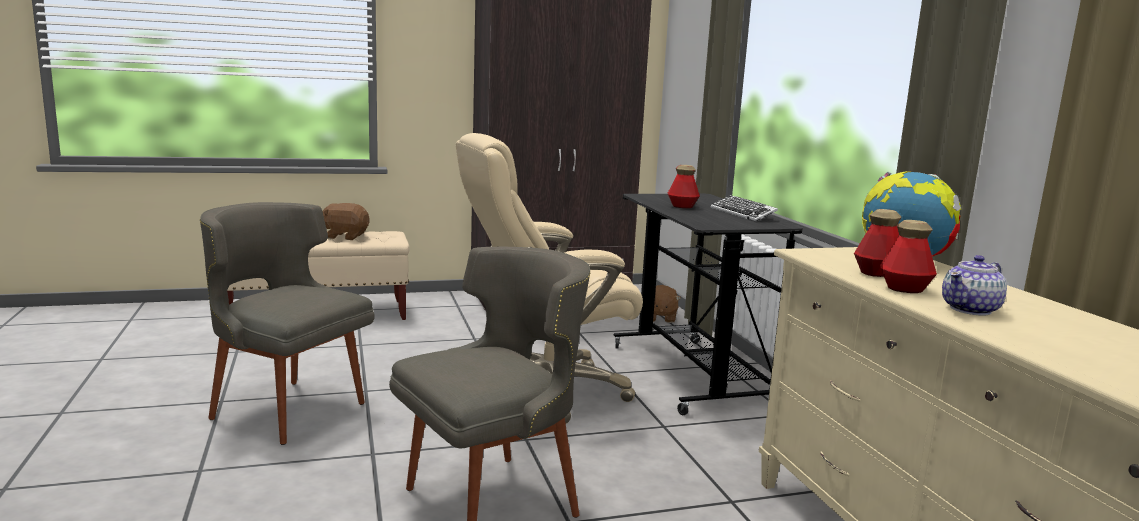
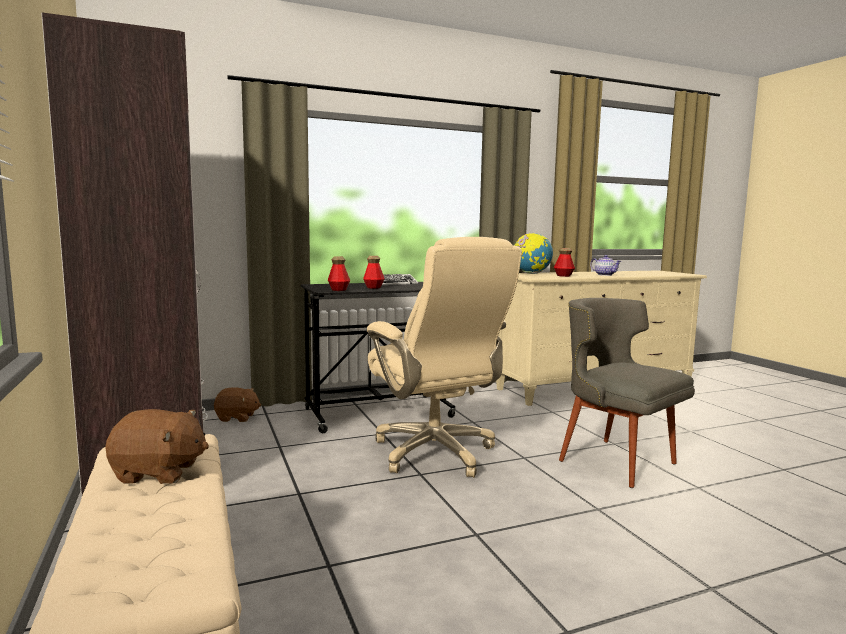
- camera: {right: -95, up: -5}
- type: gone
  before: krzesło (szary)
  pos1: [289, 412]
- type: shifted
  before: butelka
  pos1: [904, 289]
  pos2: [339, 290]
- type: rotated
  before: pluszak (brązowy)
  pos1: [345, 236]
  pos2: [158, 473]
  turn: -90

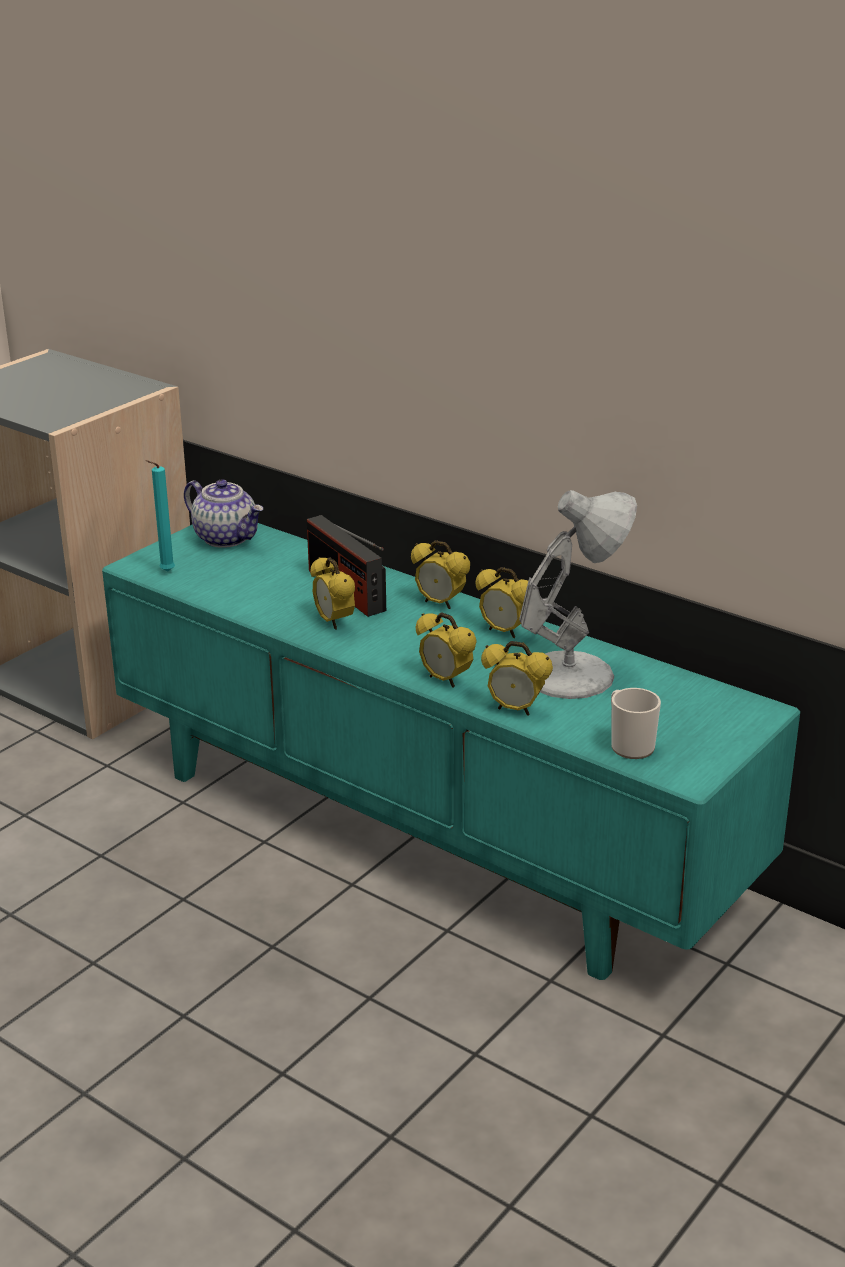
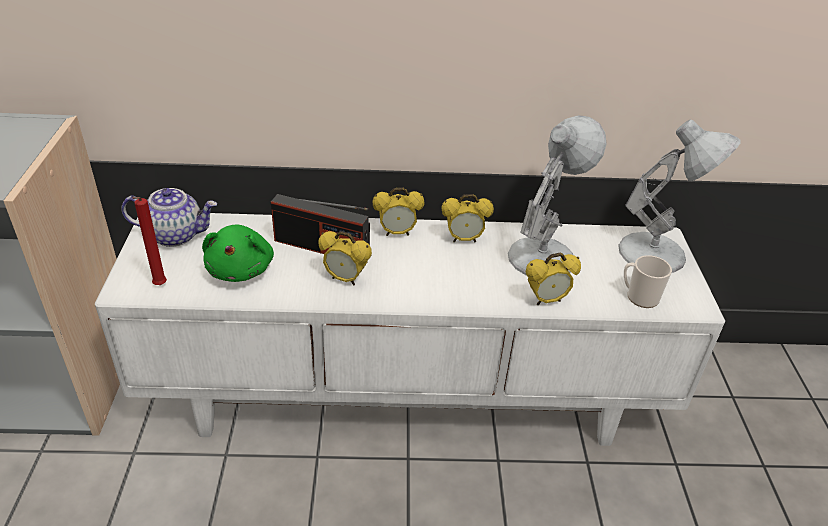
- camera: {right: -40, up: 10}
- type: gone
  before: budzik
  pos1: [445, 680]
- type: new
  after: pluszak (zielony)
  pos2: [241, 269]
- type: new
  after: lampa stołowa (biały)
  pos2: [655, 254]
- type: repainted
  before: szafka pod telewizor (turkusowy)
  after: szafka pod telewizor (biały)
  pos1: [428, 825]
  pos2: [408, 385]
- type: repainted
  before: świeca (turkusowy)
  after: świeca (czerwony)
  pos1: [165, 572]
  pos2: [159, 286]

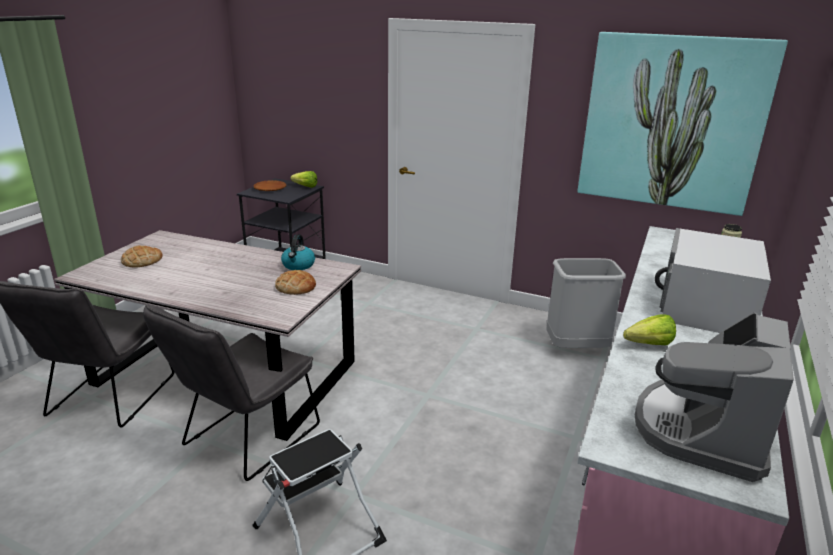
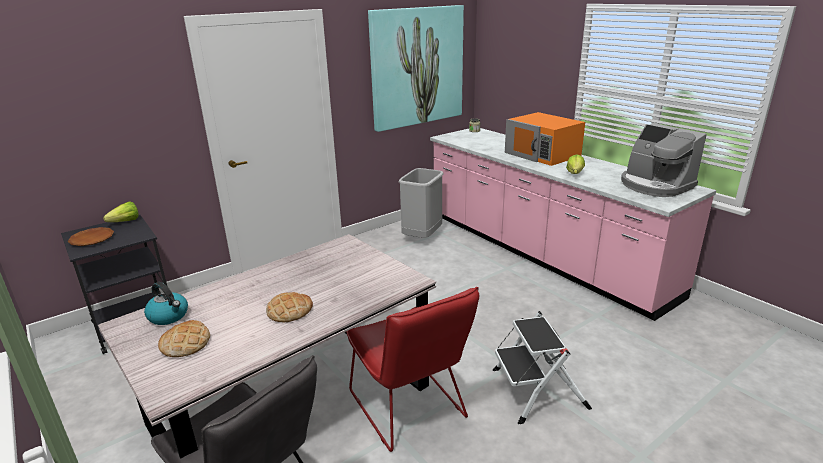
- camera: {right: -60, up: 0}
- type: shifted
  before: chleb
  pos1: [296, 287]
  pos2: [289, 311]
- type: shifted
  before: czajnik
  pos1: [298, 265]
  pos2: [169, 316]
- type: repainted
  before: krzesło (szary)
  after: krzesło (czerwony)
  pos1: [245, 440]
  pos2: [410, 410]
- type: repainted
  before: mikrofalówka (biały)
  after: mikrofalówka (pomarańczowy)
  pos1: [705, 307]
  pos2: [542, 154]

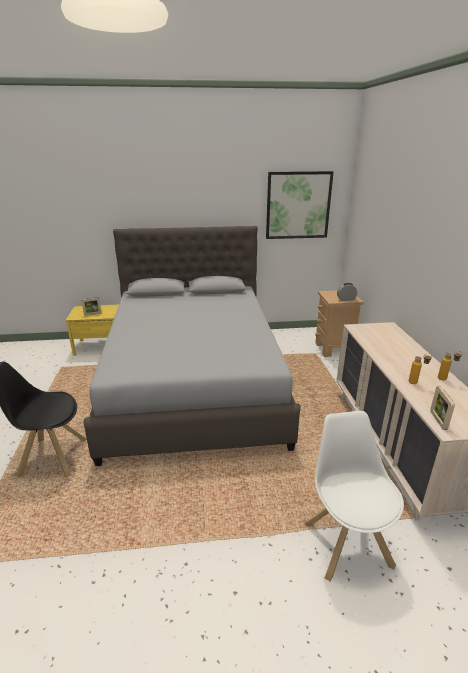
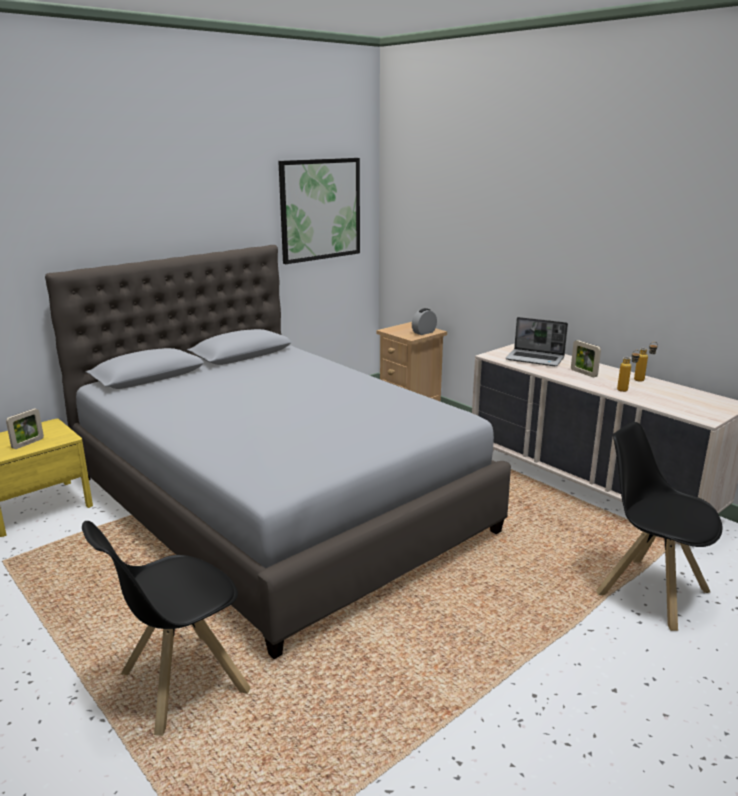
- camera: {right: -35, up: -5}
- type: new
  after: laptop
  pos2: [535, 359]
- type: shifted
  before: ramka na zdjęcie
  pos1: [438, 420]
  pos2: [583, 373]
- type: repainted
  before: krzesło (biały)
  after: krzesło (czarny)
  pos1: [346, 541]
  pos2: [649, 590]

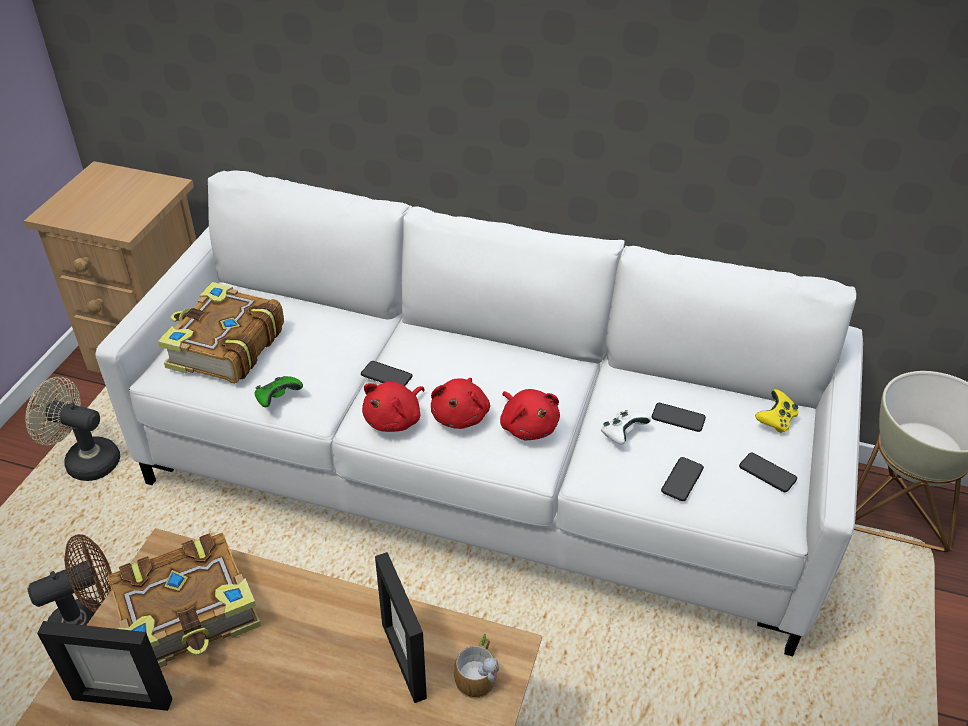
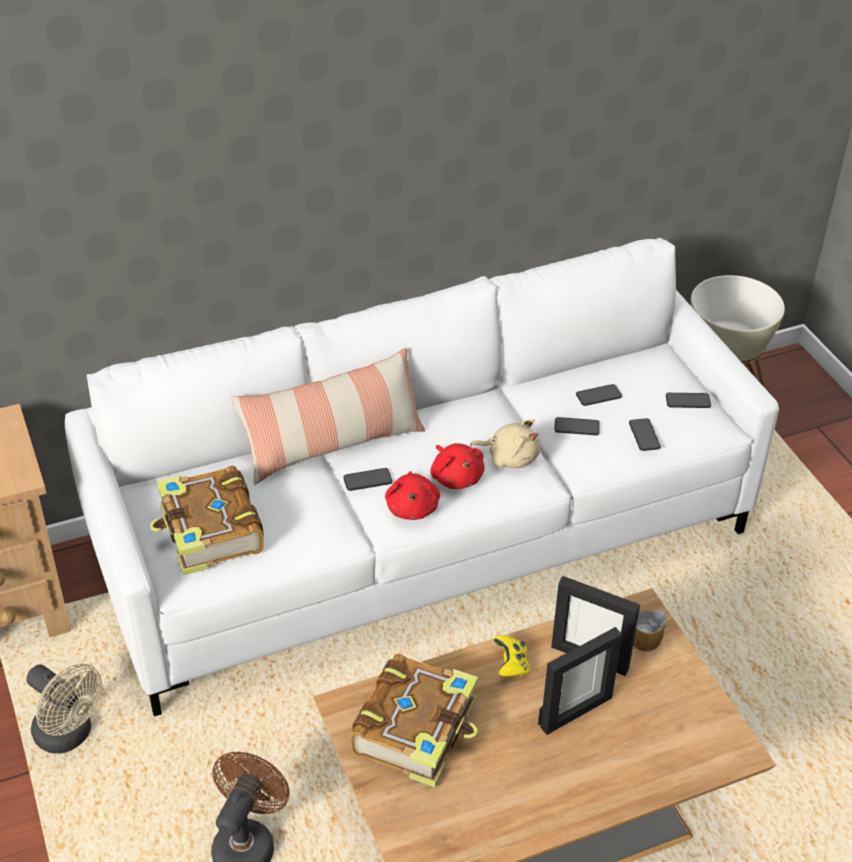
- camera: {right: -40, up: 0}
- type: gone
  before: pad do gier (zielony)
  pos1: [278, 399]
- type: new
  after: poduszka
  pos2: [333, 445]
- type: shifted
  before: ramka na zdjęcie
  pos1: [123, 697]
  pos2: [575, 711]
- type: shifted
  before: pad do gier (żółty)
  pos1: [775, 421]
  pos2: [511, 665]
- type: swapped
  before: pad do gier (biały)
  after: telefon
  pos1: [622, 434]
  pos2: [576, 427]
- type: repainted
  before: pluszak (czerwony)
  after: pluszak (beżowy)
  pos1: [528, 426]
  pos2: [509, 457]
- type: rotated
  before: wentylator (beżowy)
  pos1: [85, 461]
  pos2: [69, 736]
  turn: -120

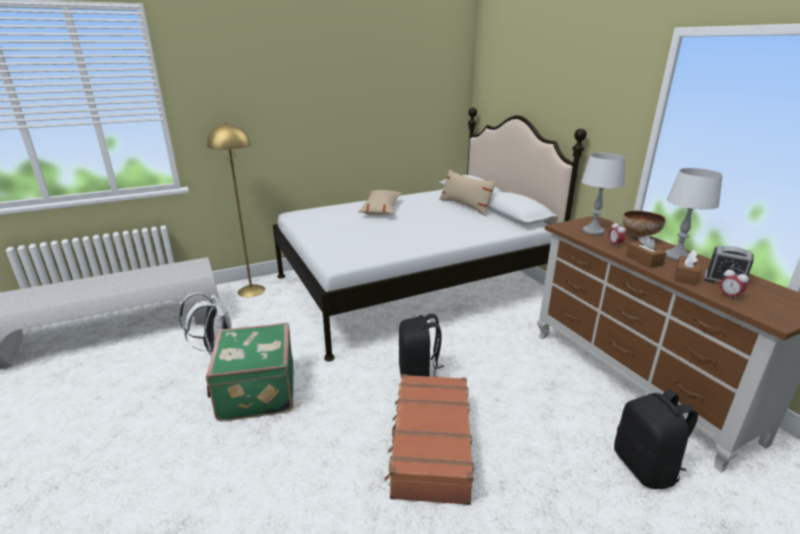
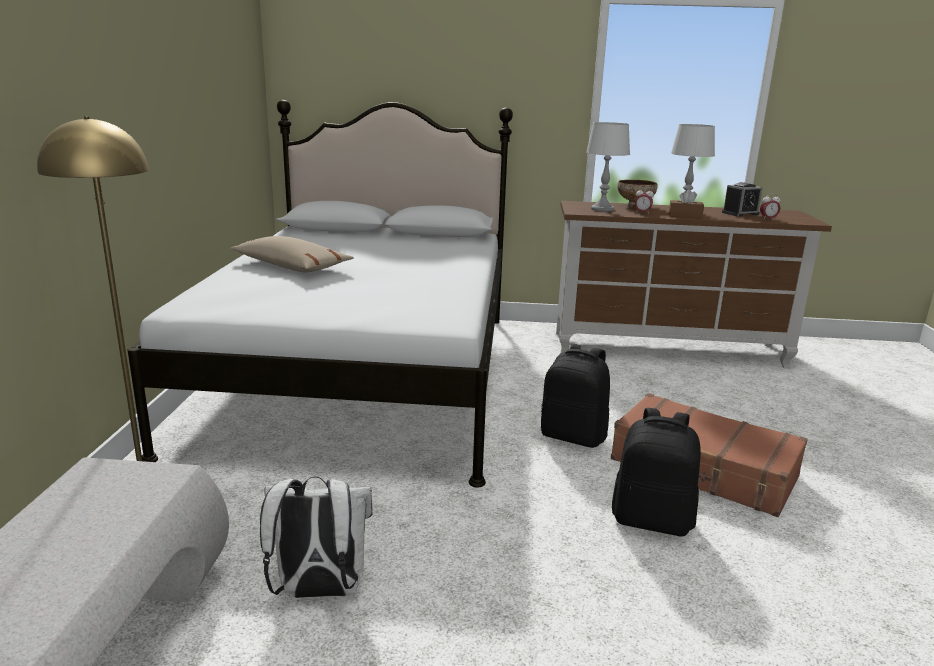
- camera: {right: -60, up: -5}
- type: gone
  before: walizka (zielony)
  pos1: [255, 392]
- type: gone
  before: poduszka (beżowy)
  pos1: [465, 206]
- type: gone
  before: pudełko chusteczek (brązowy)
  pos1: [685, 276]
- type: shifted
  before: plecak (czarny)
  pos1: [645, 467]
  pos2: [652, 520]

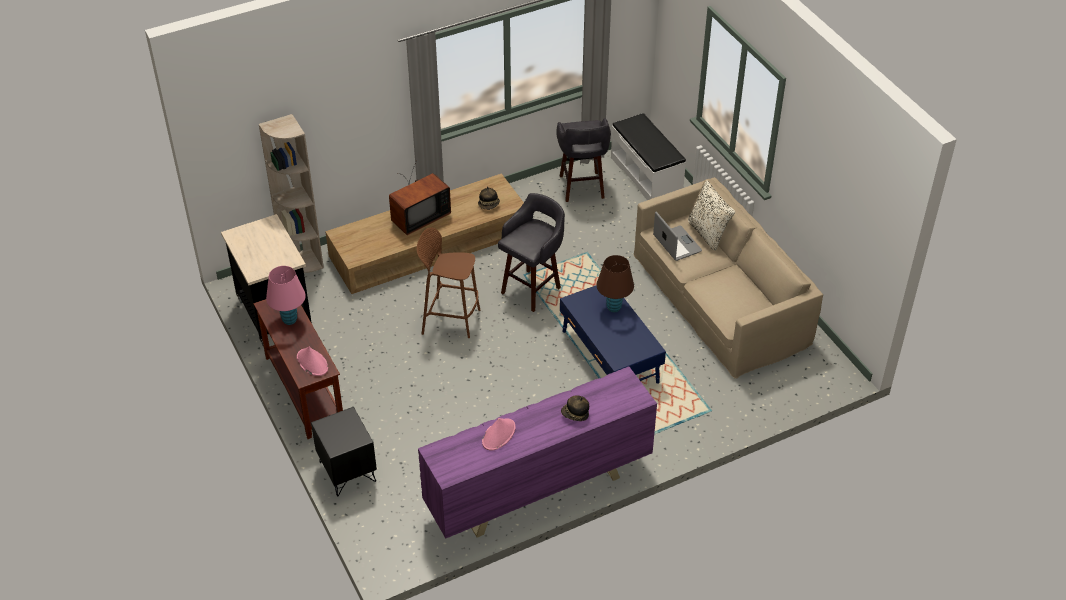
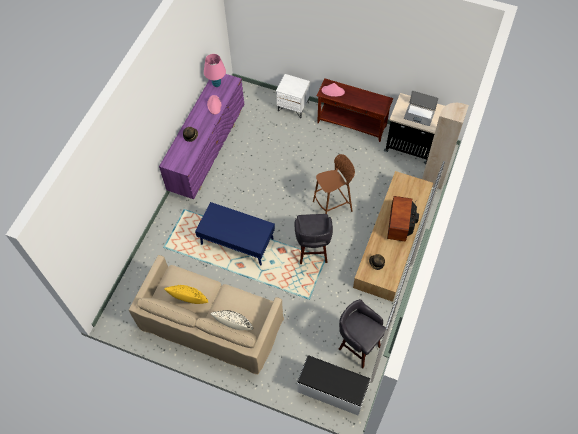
- camera: {right: 140, up: 15}
- type: gone
  before: lampa stołowa (brązowy)
  pos1: [614, 307]
- type: new
  after: poduszka (żółty)
  pos2: [189, 301]
- type: shifted
  before: lampa stołowa (różowy)
  pos1: [289, 320]
  pos2: [216, 84]
- type: shifted
  before: laptop
  pos1: [676, 244]
  pos2: [419, 115]
- type: repainted
  before: szafka nocna (czarny)
  after: szafka nocna (biały)
  pos1: [347, 472]
  pos2: [293, 106]

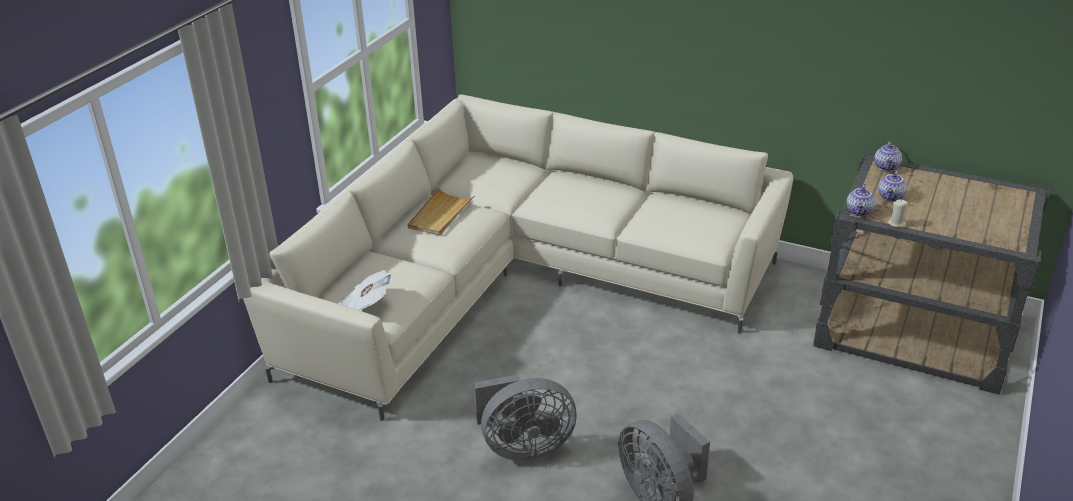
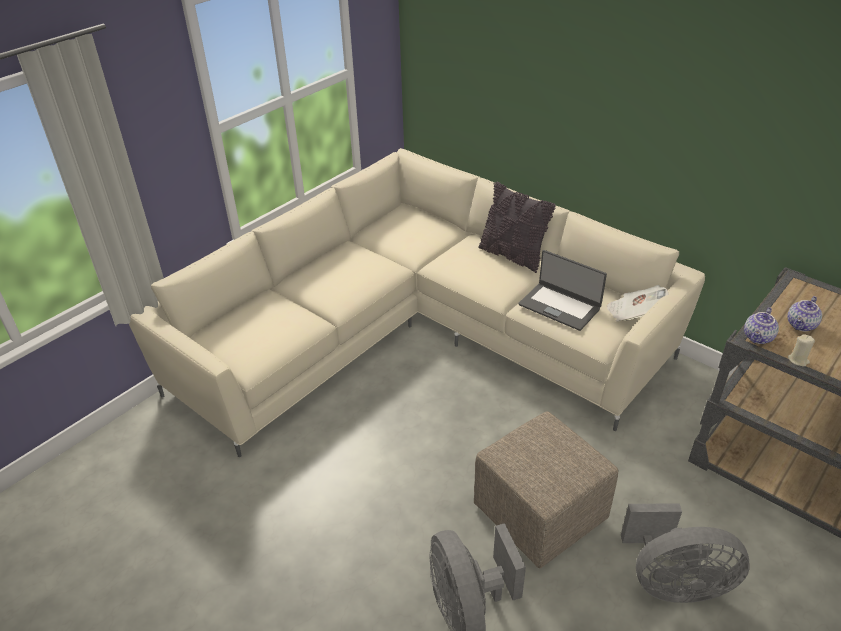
- camera: {right: 15, up: 5}
- type: gone
  before: taca (beżowy)
  pos1: [440, 215]
- type: gone
  before: imbryk
  pos1: [886, 166]
- type: new
  after: pufa (beżowy)
  pos2: [541, 514]
- type: new
  after: poduszka (czarny)
  pos2: [513, 256]
- type: new
  after: laptop
  pos2: [560, 306]
- type: shifted
  before: gazeta
  pos1: [365, 305]
  pos2: [633, 313]
- type: shifted
  before: wentylator (szary)
  pos1: [523, 446]
  pos2: [673, 582]

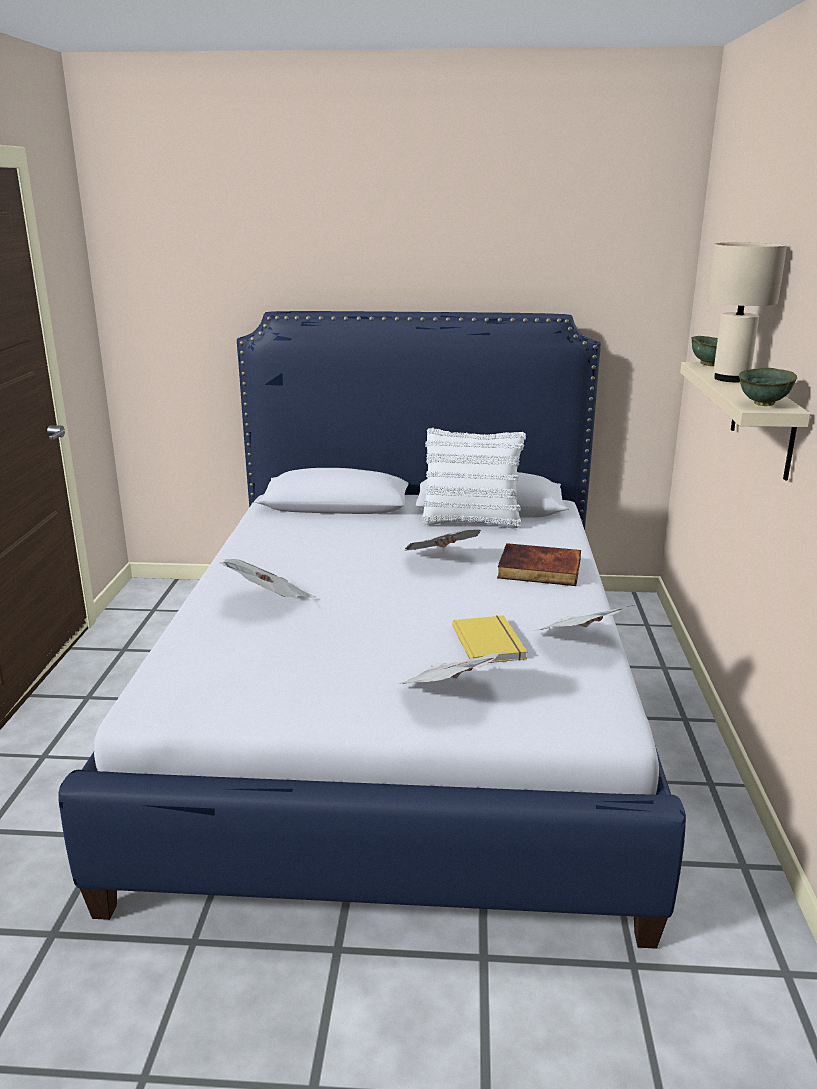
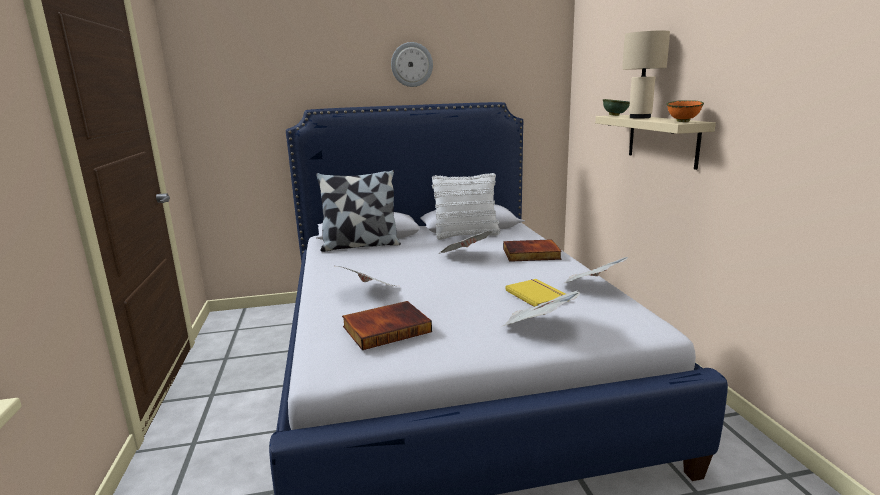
- camera: {right: -15, up: -5}
- type: new
  after: poduszka
  pos2: [360, 245]
- type: new
  after: książka
  pos2: [386, 328]
- type: new
  after: zegar ścienny
  pos2: [411, 64]
- type: repainted
  before: miska (zielony)
  after: miska (pomarańczowy)
  pos1: [764, 404]
  pos2: [683, 121]

